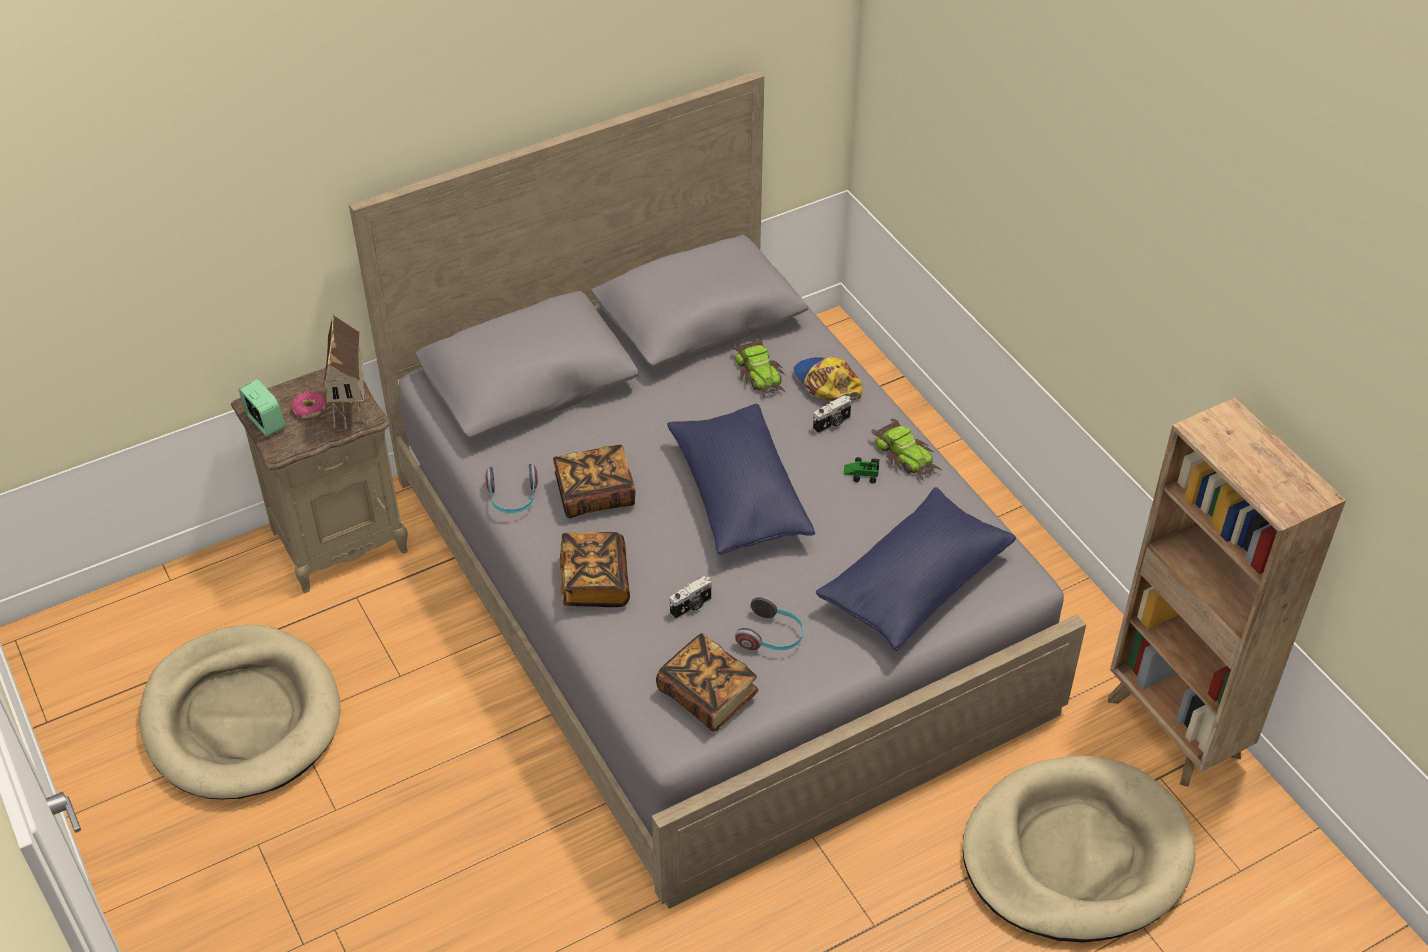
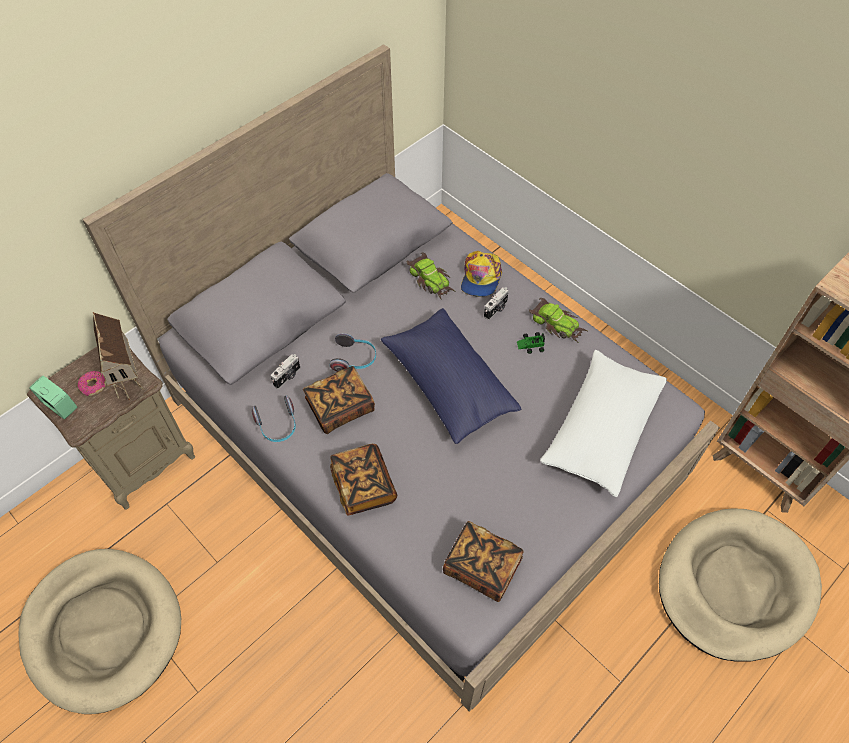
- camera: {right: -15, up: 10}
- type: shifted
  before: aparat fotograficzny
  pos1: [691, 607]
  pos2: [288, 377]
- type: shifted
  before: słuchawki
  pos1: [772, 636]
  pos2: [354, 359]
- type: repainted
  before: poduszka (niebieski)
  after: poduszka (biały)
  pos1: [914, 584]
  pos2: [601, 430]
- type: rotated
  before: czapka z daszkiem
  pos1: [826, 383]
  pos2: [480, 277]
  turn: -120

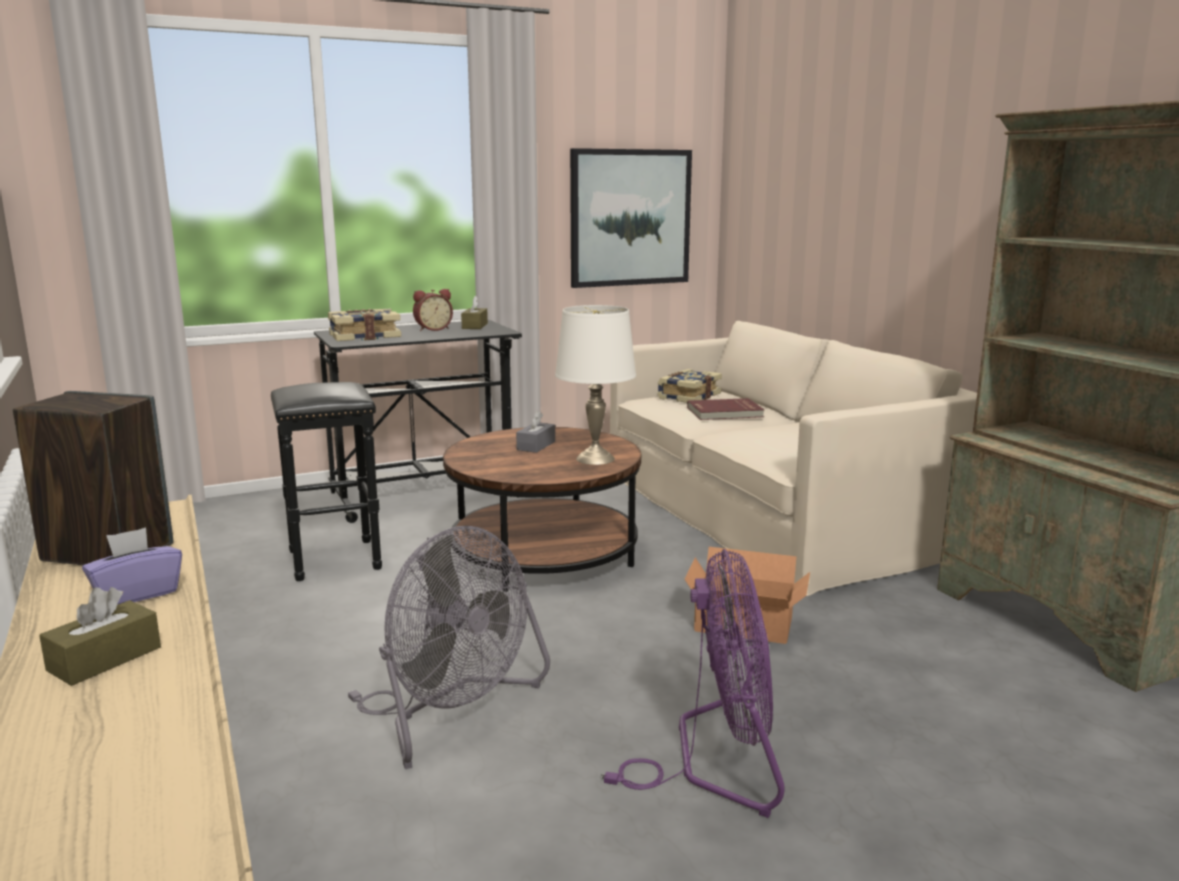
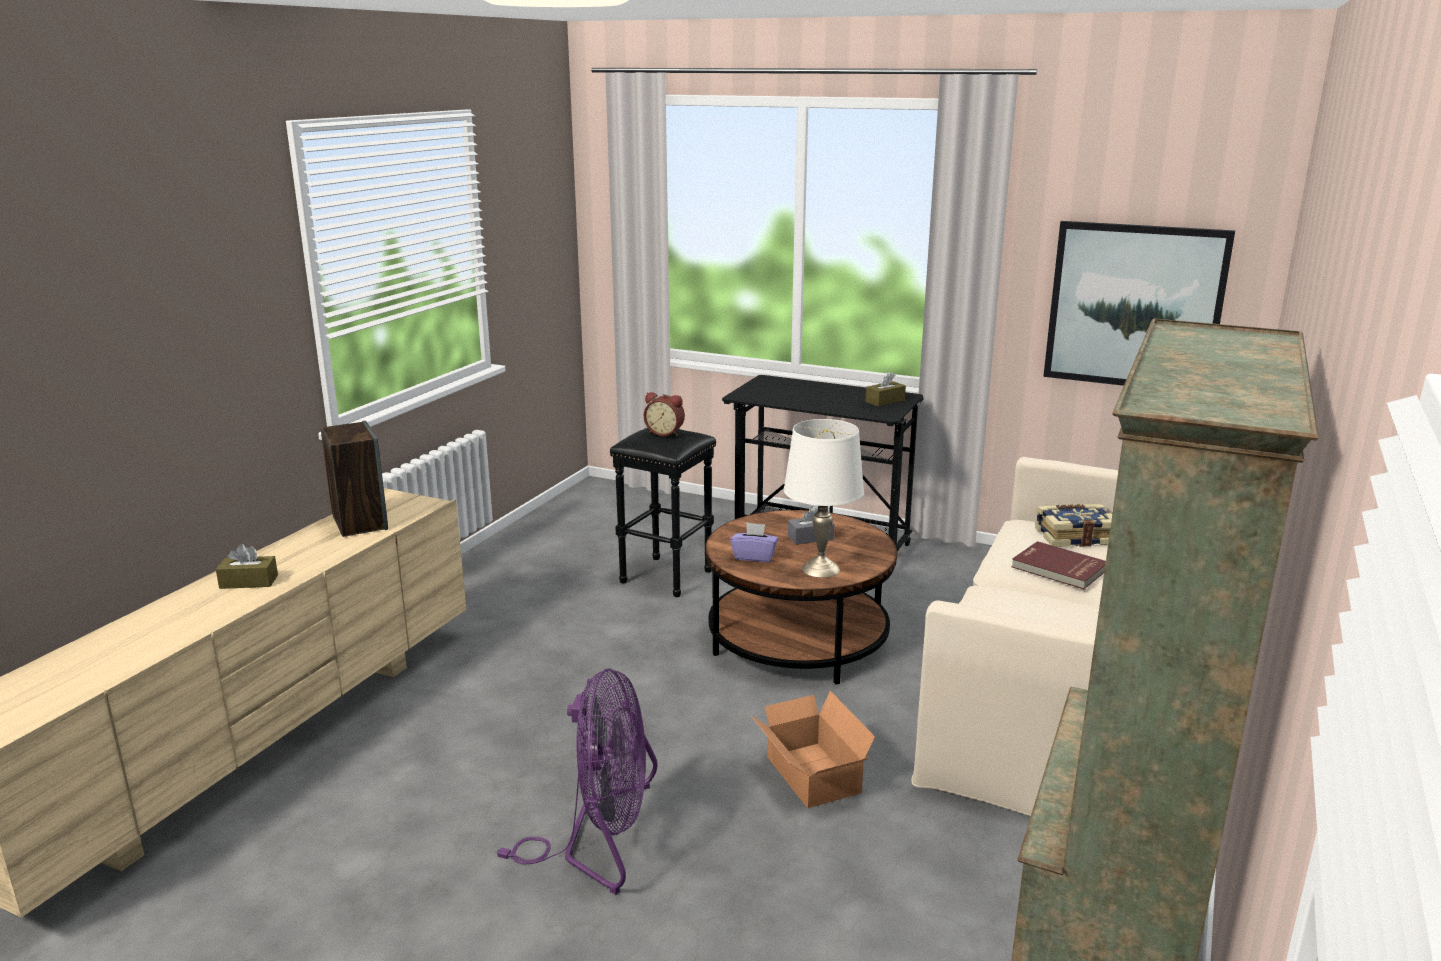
- camera: {right: 50, up: 5}
- type: gone
  before: książka
  pos1: [364, 336]
- type: gone
  before: wentylator (szary)
  pos1: [446, 713]
- type: shifted
  before: pudełko chusteczek (fioletowy)
  pos1: [136, 594]
  pos2: [754, 556]
- type: shifted
  before: budzik
  pos1: [433, 329]
  pos2: [665, 433]
- type: rotated
  before: wentylator (fioletowy)
  pos1: [712, 756]
  pos2: [598, 837]
  turn: -45

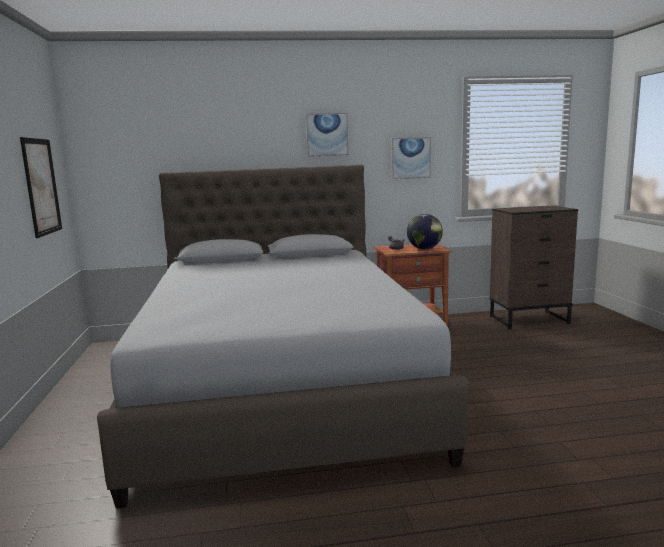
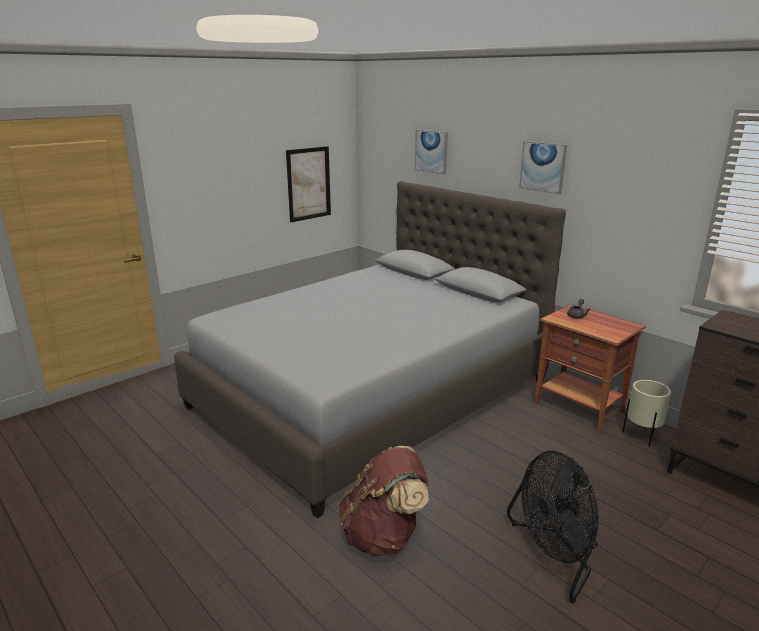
- camera: {right: 55, up: 10}
- type: gone
  before: globus
  pos1: [424, 249]
- type: new
  after: plecak (brązowy)
  pos2: [383, 536]
- type: new
  after: wentylator (czarny)
  pos2: [556, 552]
- type: new
  after: donica (beżowy)
  pos2: [641, 437]
- type: shifted
  before: obraz
  pos1: [410, 158]
  pos2: [431, 151]

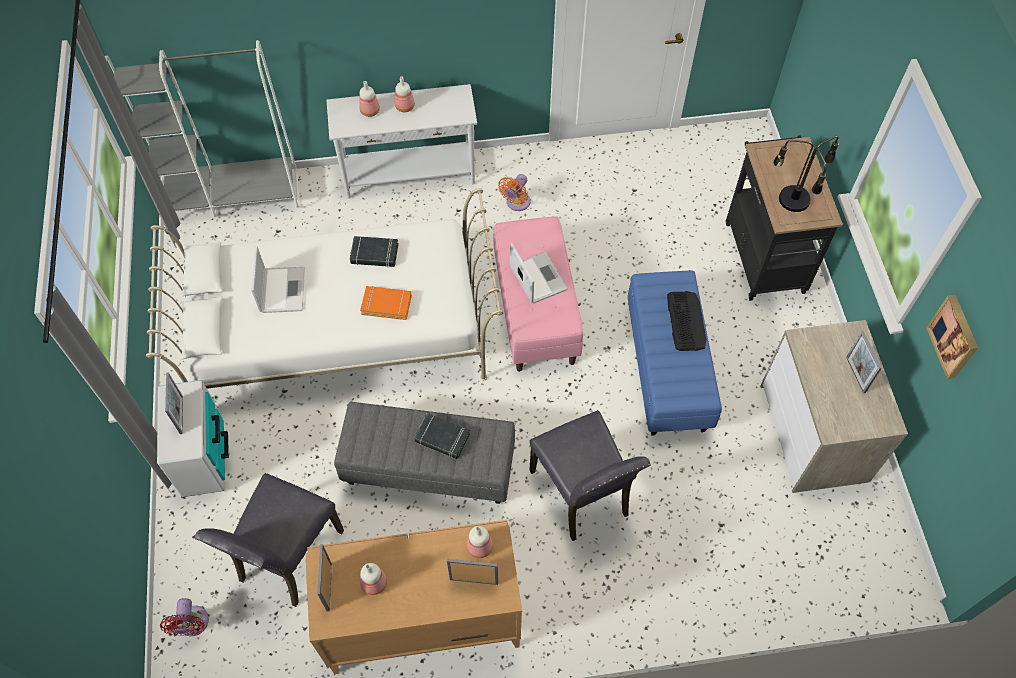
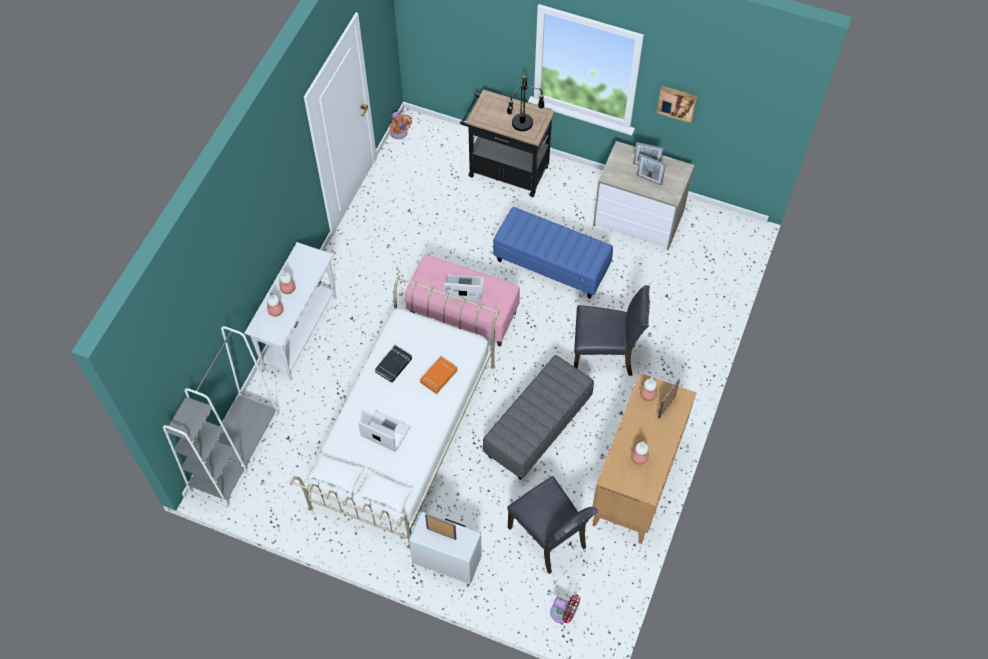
- camera: {right: -60, up: 0}
- type: gone
  before: książka (czarny)
  pos1: [442, 438]
- type: gone
  before: klawiatura
  pos1: [685, 321]
- type: shifted
  before: ramka na zdjęcie
  pos1: [329, 587]
  pos2: [649, 179]
- type: shifted
  before: wentylator (pomarańczowy)
  pos1: [516, 203]
  pos2: [399, 133]

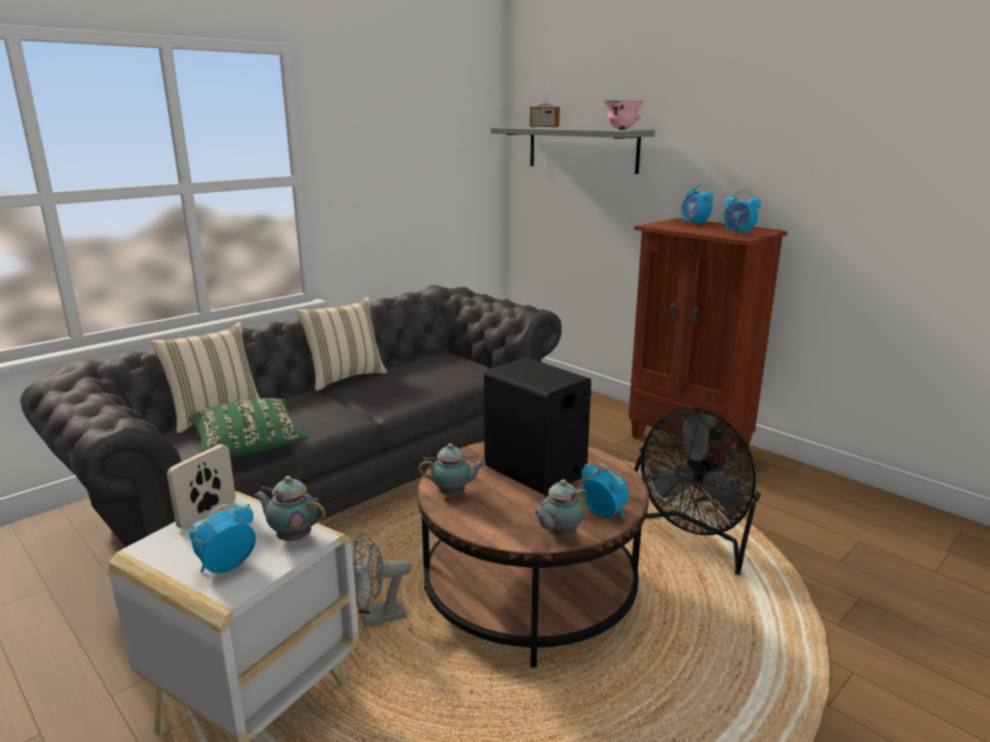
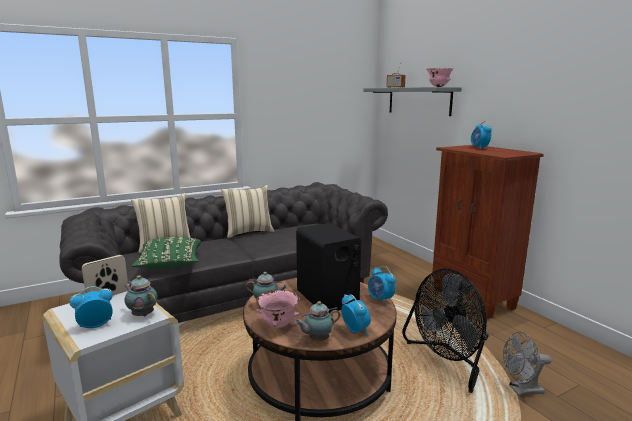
- camera: {right: 15, up: -5}
- type: new
  after: miska (różowy)
  pos2: [278, 325]
- type: shifted
  before: wentylator (szary)
  pos1: [375, 618]
  pos2: [521, 390]
- type: shifted
  before: budzik
  pos1: [737, 233]
  pos2: [380, 299]

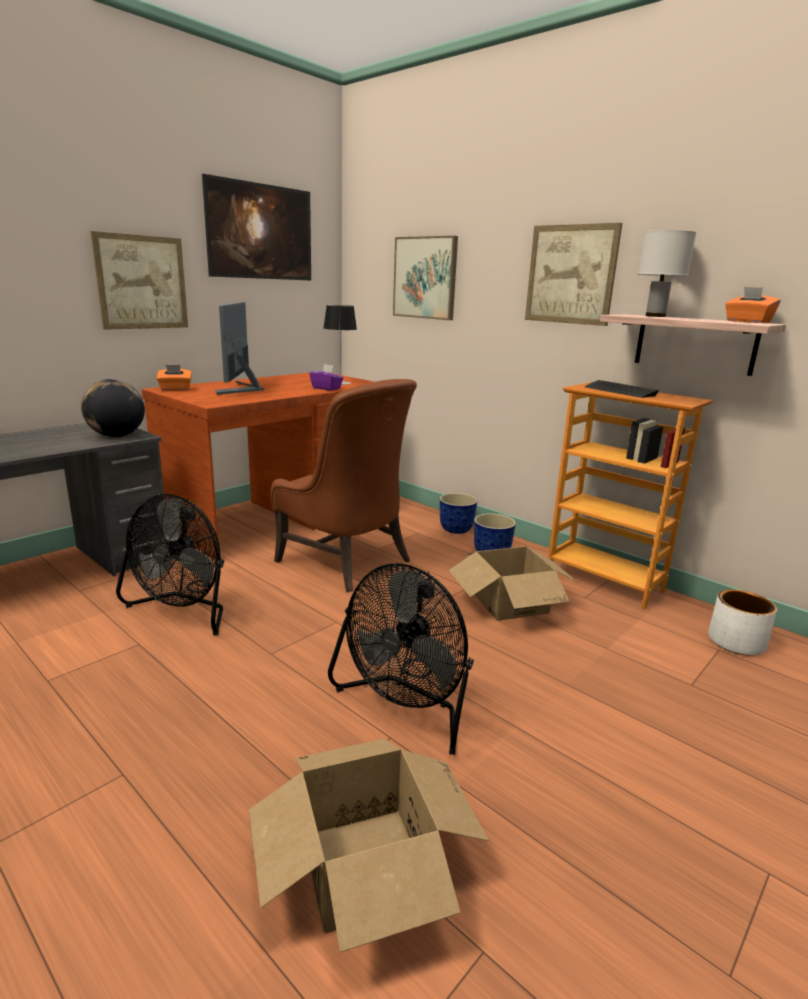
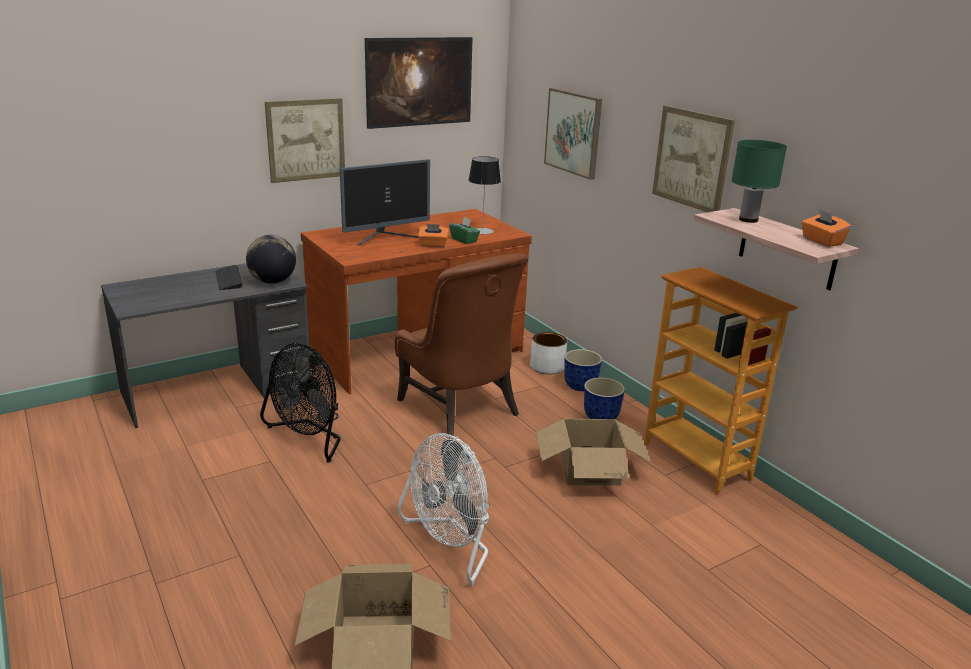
- camera: {right: 15, up: 5}
- type: shifted
  before: pudełko chusteczek (pomarańczowy)
  pos1: [175, 389]
  pos2: [433, 245]
- type: shifted
  before: klawiatura
  pos1: [619, 391]
  pos2: [228, 279]
- type: shifted
  before: donica (biały)
  pos1: [736, 642]
  pos2: [547, 367]
- type: repainted
  before: pudełko chusteczek (fioletowy)
  after: pudełko chusteczek (zielony)
  pos1: [326, 388]
  pos2: [464, 240]
- type: repainted
  before: wentylator (czarny)
  after: wentylator (biały)
  pos1: [405, 702]
  pos2: [453, 541]
- type: repainted
  before: lampa stołowa (biały)
  after: lampa stołowa (zielony)
  pos1: [655, 316]
  pos2: [748, 220]
- type: rotated
  before: monitor
  pos1: [241, 389]
  pos2: [385, 237]
  turn: -135

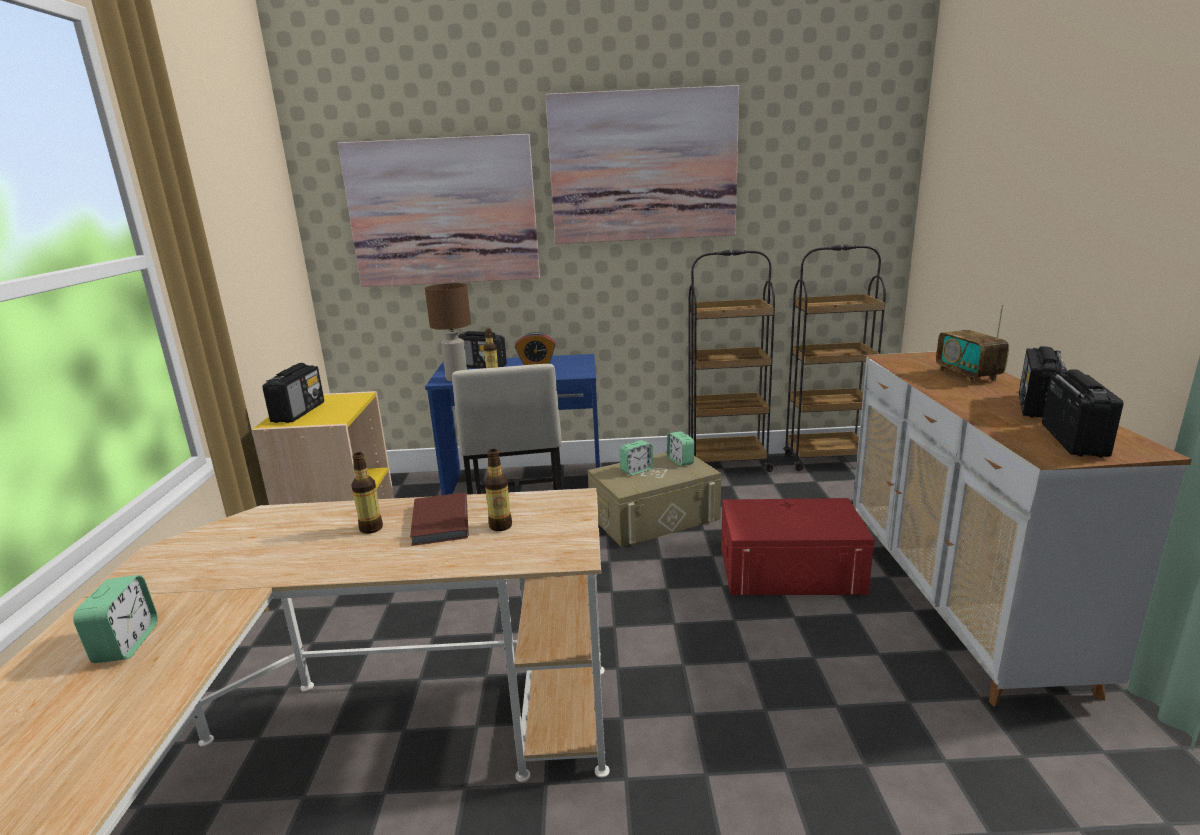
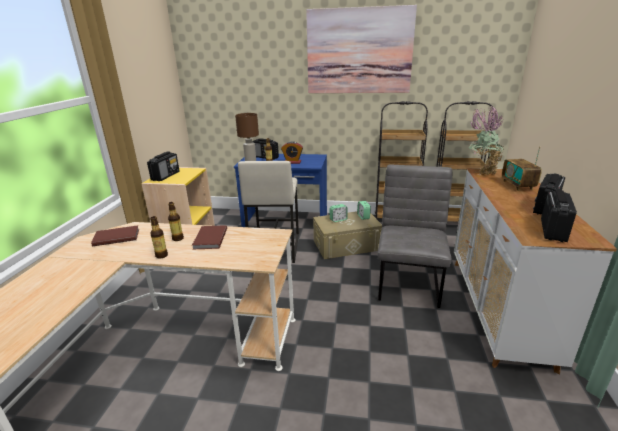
- camera: {right: 10, up: 5}
- type: gone
  before: budzik
  pos1: [126, 644]
- type: gone
  before: obraz
  pos1: [443, 212]
- type: new
  after: książka (brązowy)
  pos2: [116, 237]
- type: new
  after: roślina doniczkowa
  pos2: [481, 172]
- type: shifted
  before: butelka
  pos1: [500, 526]
  pos2: [161, 255]
- type: swapped
  before: pojemnik do przechowywania (czerwony)
  after: krzesło (szary)
  pos1: [790, 570]
  pos2: [409, 281]

